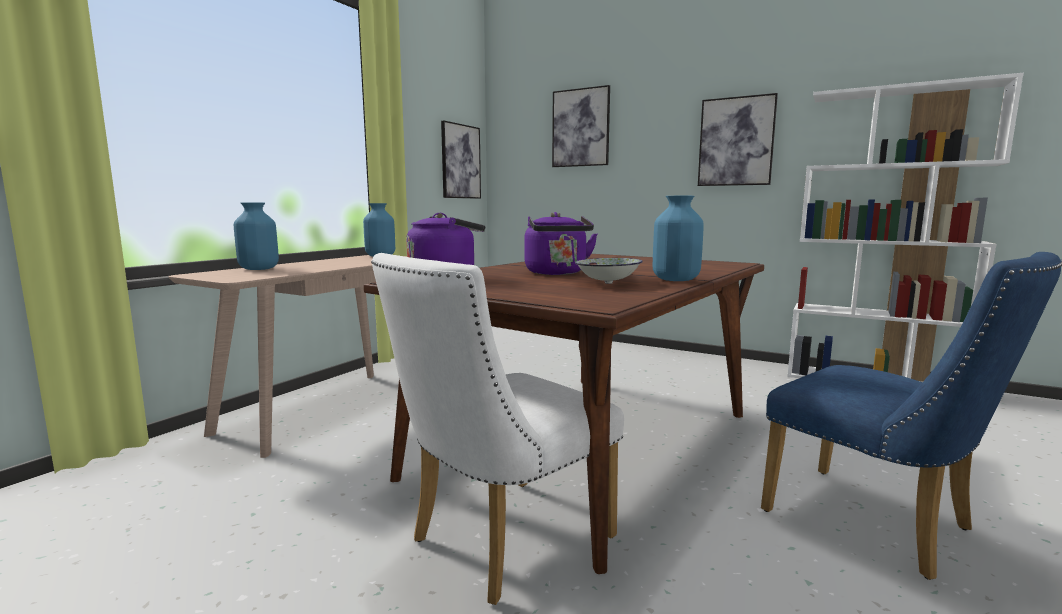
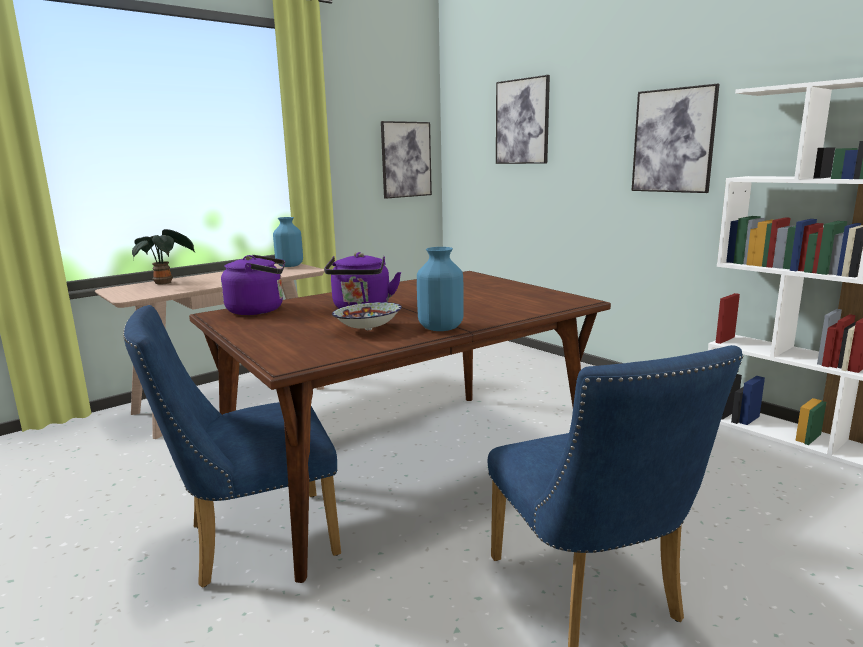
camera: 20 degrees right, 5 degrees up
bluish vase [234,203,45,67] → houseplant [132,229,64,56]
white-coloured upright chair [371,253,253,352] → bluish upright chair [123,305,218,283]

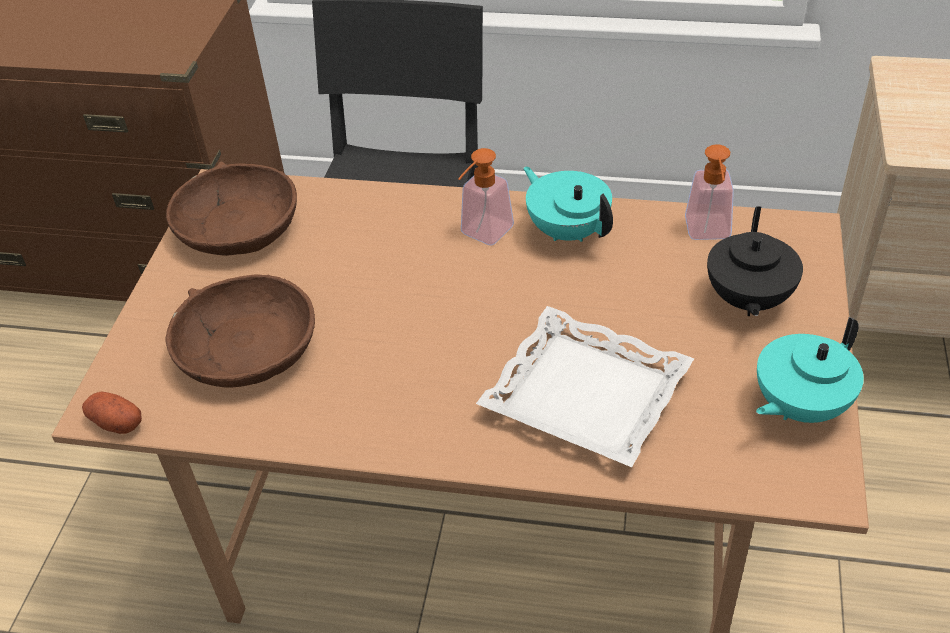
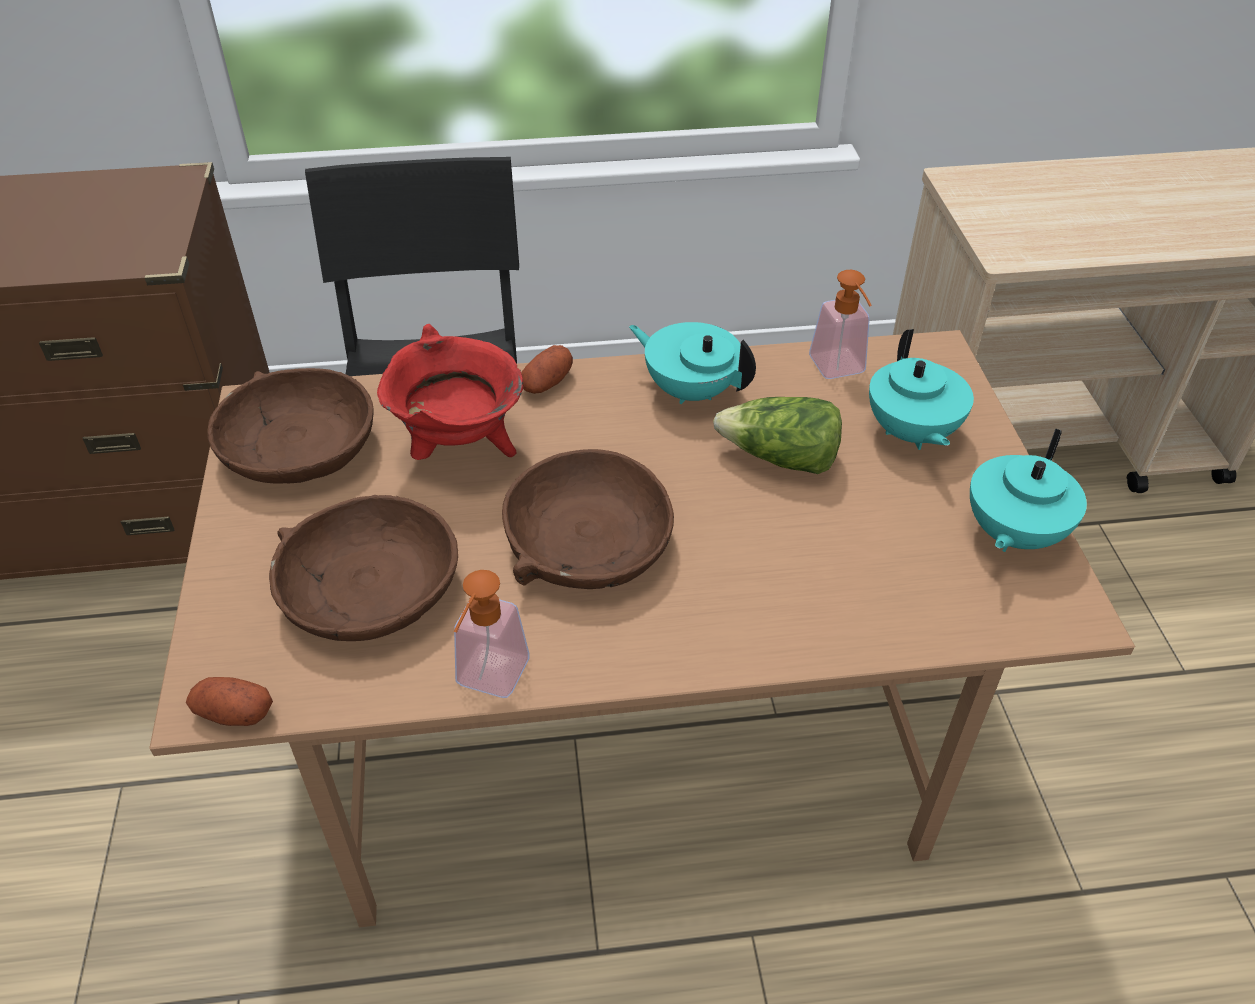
camera: 20 degrees left, 0 degrees up
soap bottle [458,148,56,98] → soap bottle [454,570,75,128], relocated
white-coloured carrying tray [476,306,218,161] → -
blackish pot for tea [707,206,96,110] → blue-green pot for tea [869,329,105,121]
- → reddish stockpot [377,324,146,136]
- → brownish serving bowl [502,449,172,140]
- → potato [521,345,52,49]
- → lettuce [713,397,129,77]

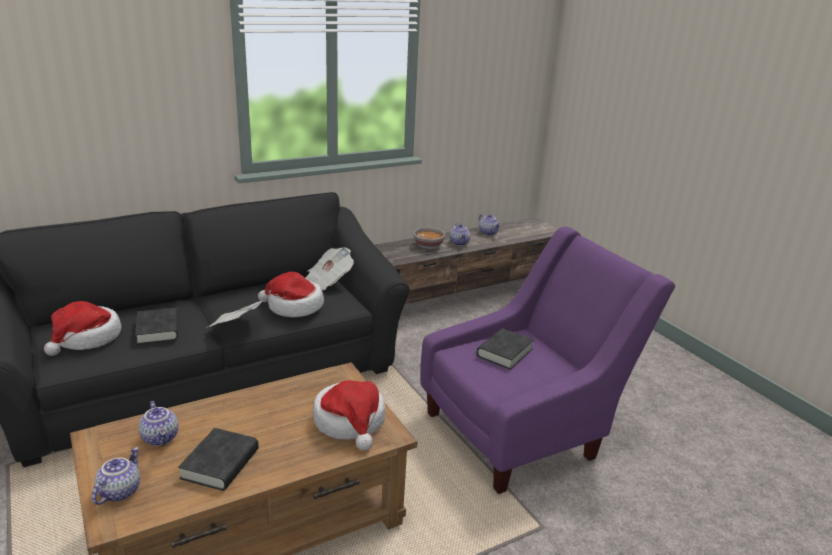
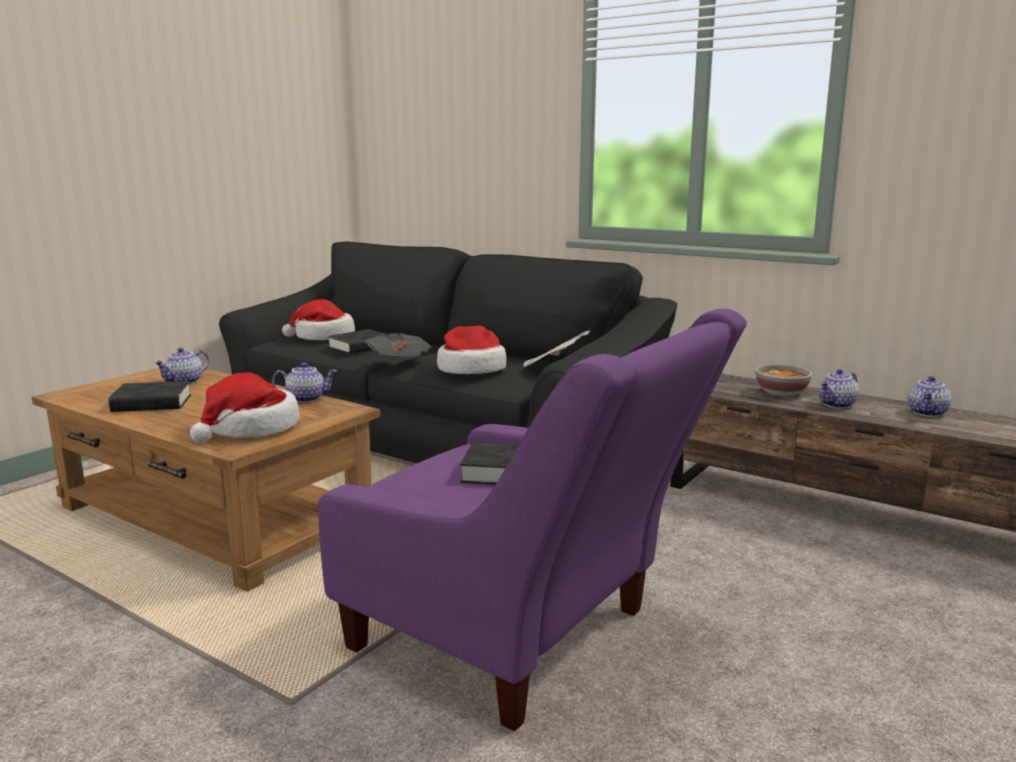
camera: 65 degrees right, 10 degrees down
pot for tea [91,447,49,58] → pot for tea [272,362,65,41], relocated

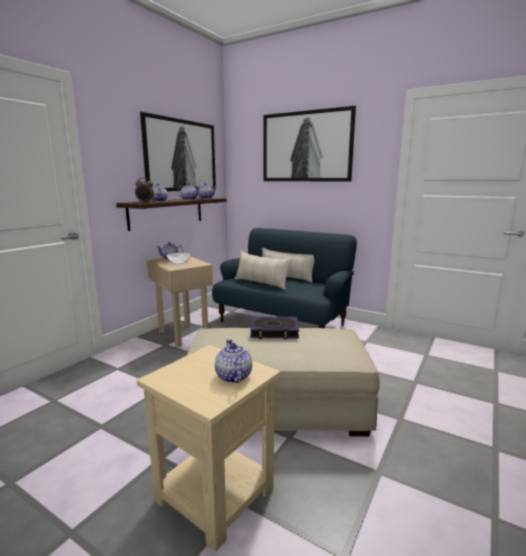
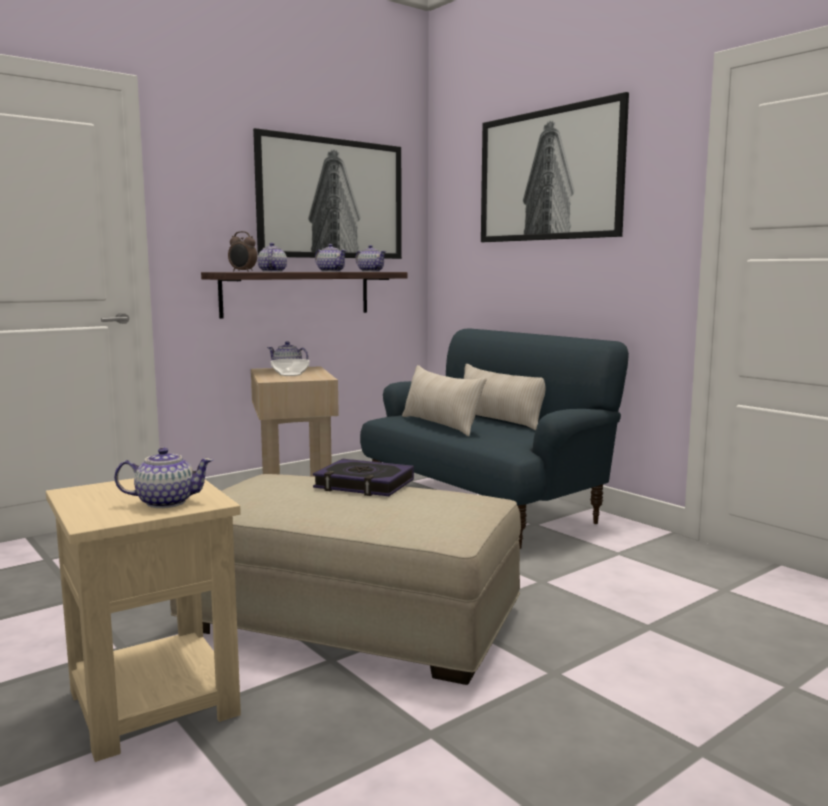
camera: 20 degrees right, 5 degrees down
pot for tea [215,339,37,44] → pot for tea [114,448,99,60], 75 degrees clockwise

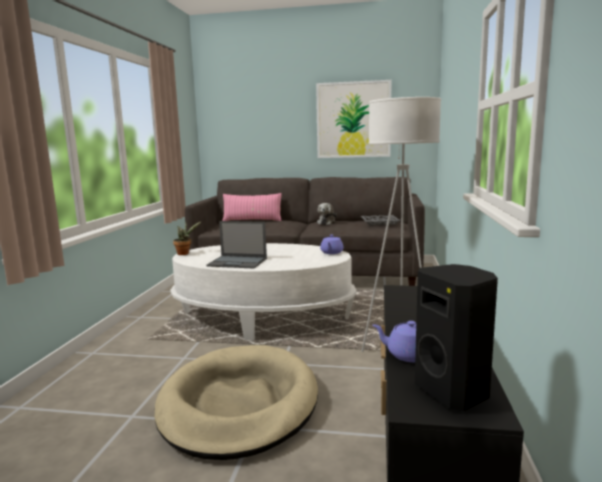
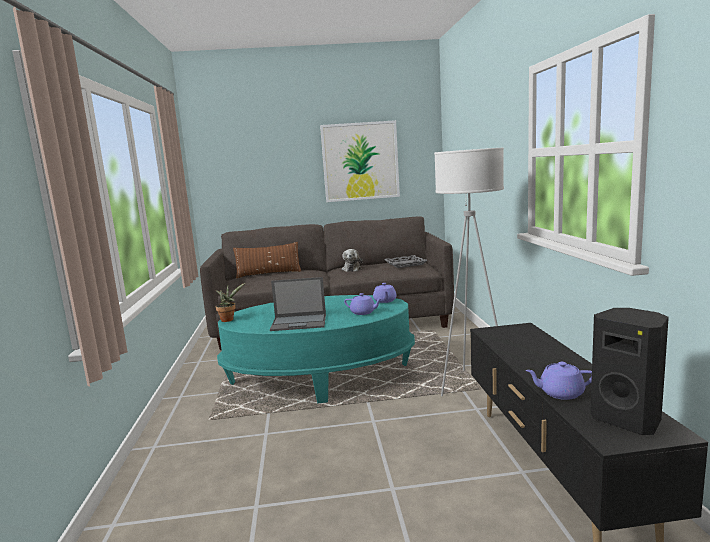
camera: 15 degrees left, 0 degrees up
beige pet bed [154,345,164,115] → -
white-coloured lounge table [170,243,187,97] → blue-green lounge table [217,295,198,108]
pinkish cushion [222,193,60,28] → brownish cushion [233,242,68,36]
- → purple pot for tea [344,293,38,22]

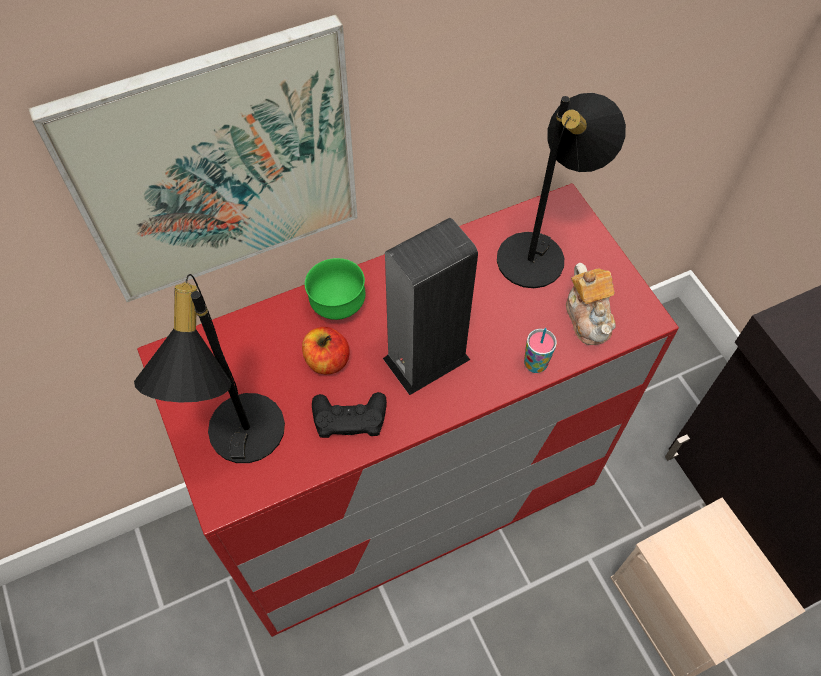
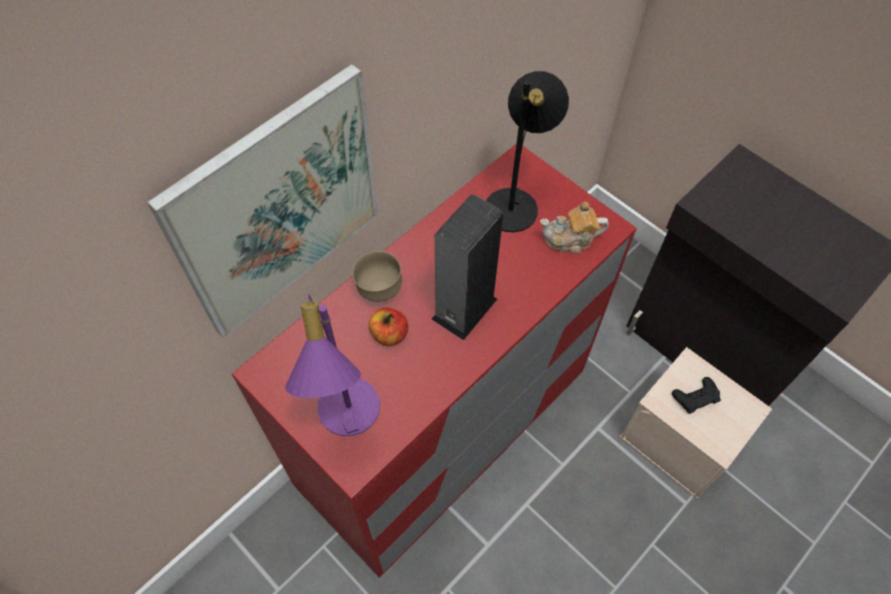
camera: 20 degrees left, 0 degrees up
blackish lamp for a table [134,274,151,189] → purple lamp for a table [285,294,95,142]
green-coloured serving bowl [305,258,60,62] → brownish serving bowl [352,251,50,51]
blackish joypad [312,392,75,46] → blackish joypad [672,377,49,37], relocated
drinking cup [524,328,33,45] → -
pot for tea [566,263,50,82] → pot for tea [540,202,69,52], 120 degrees clockwise

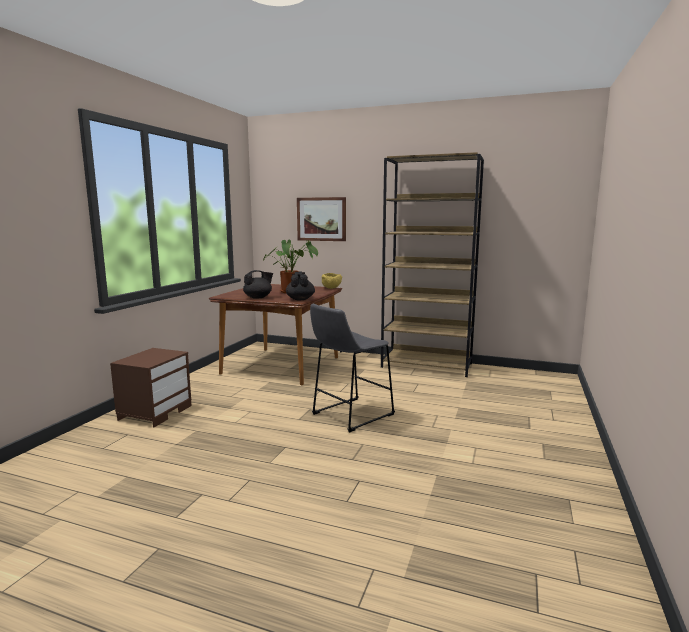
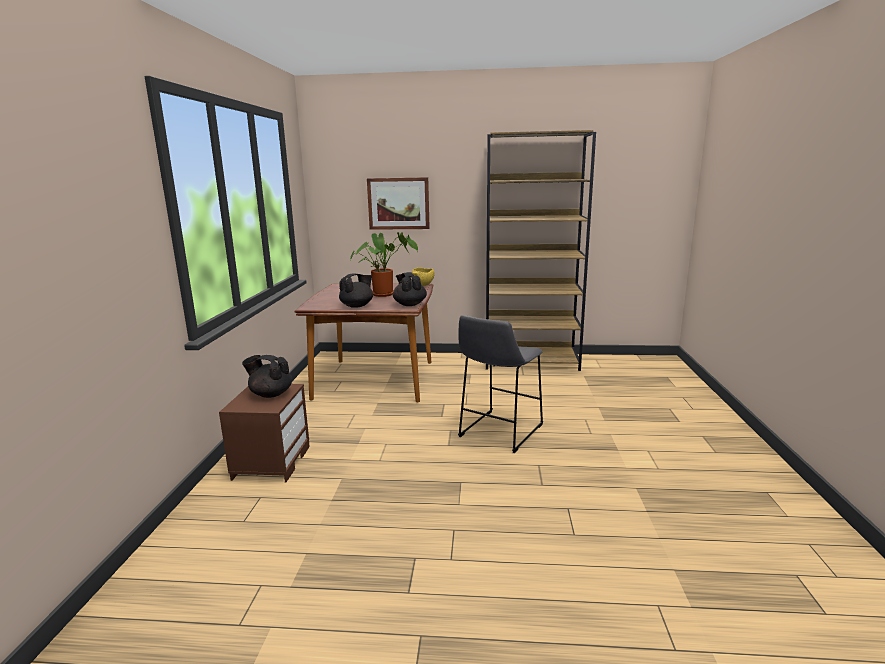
camera: 15 degrees left, 5 degrees up
- → blackish pot for tea [242,355,50,43]

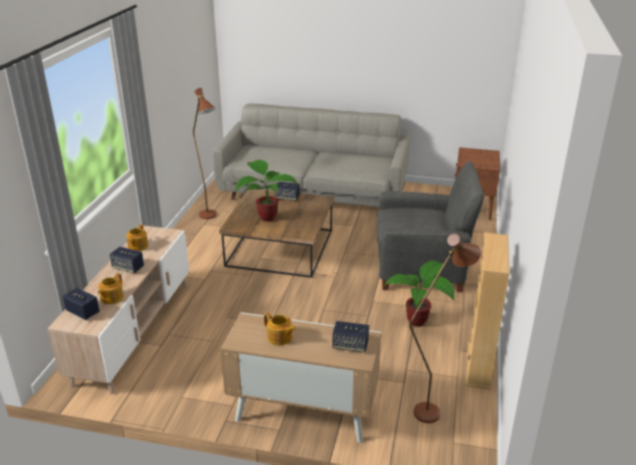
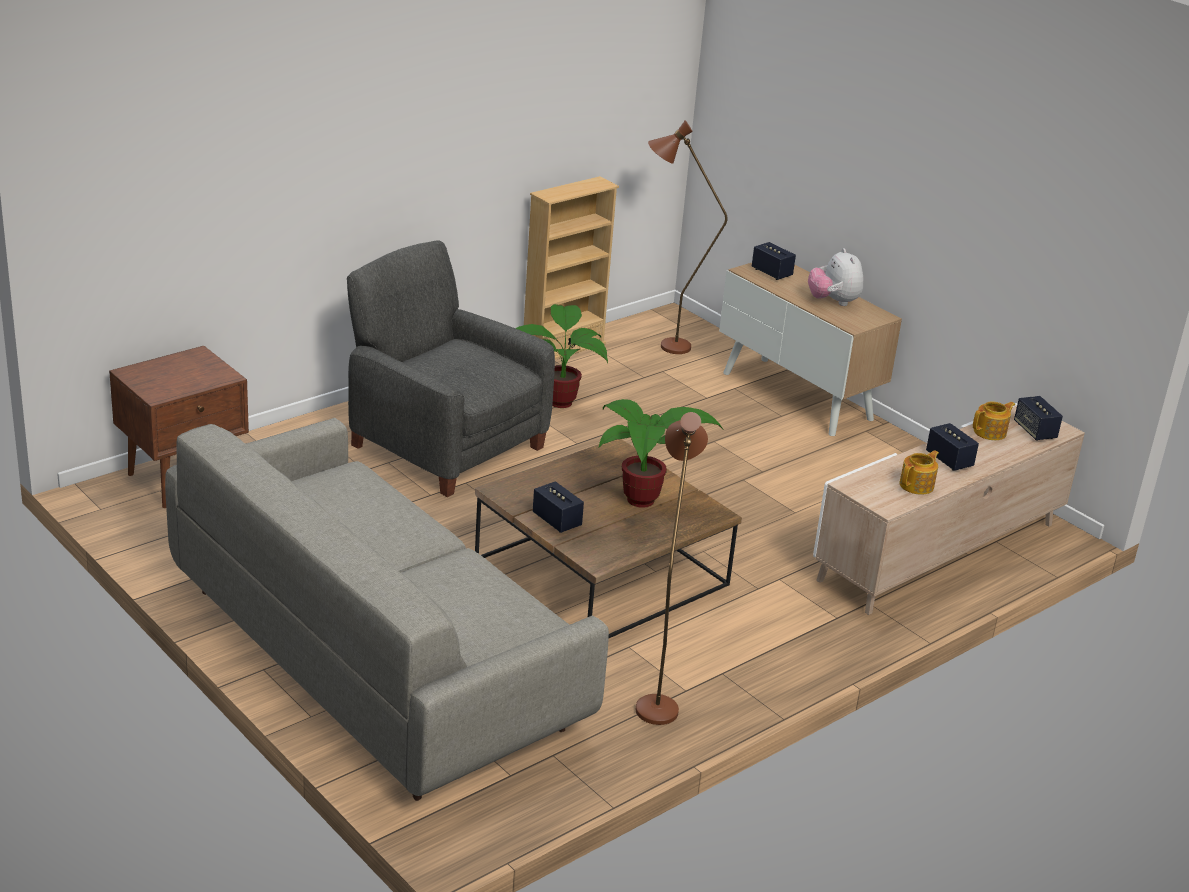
camera: 145 degrees left, 0 degrees up
pot for tea [264,313,32,33] → cuddly toy [808,248,56,58]

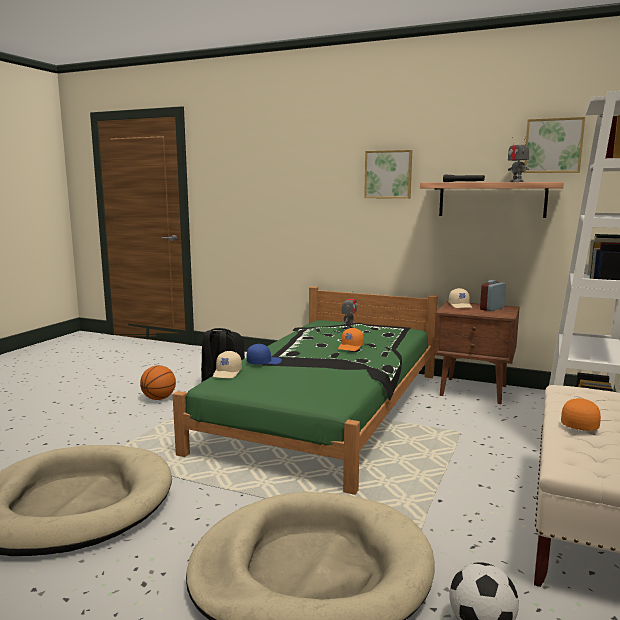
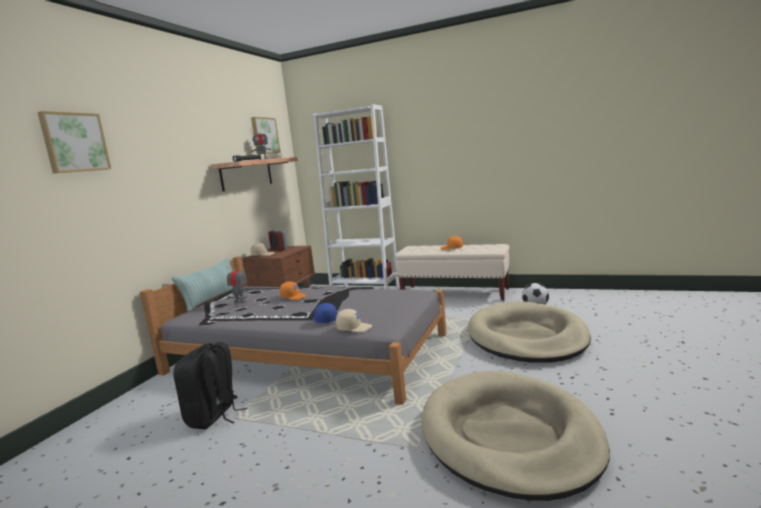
camera: 90 degrees left, 0 degrees up
basketball [140,365,36,35] → -
green-coloured sleeping bed [173,286,265,209] → gray sleeping bed [140,256,306,149]
wall art [364,150,48,49] → wall art [37,111,74,62], relocated
- → cushion [172,257,61,55]

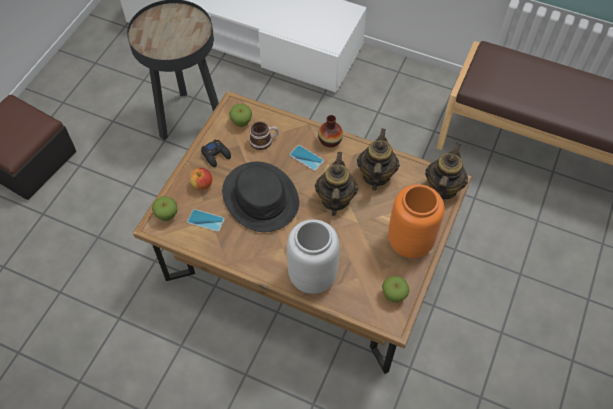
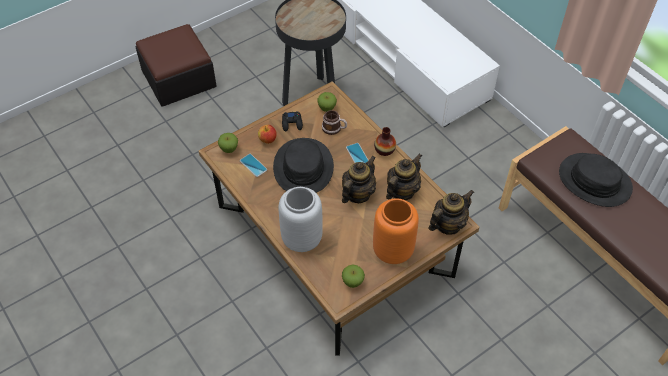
camera: 30 degrees right, 5 degrees down
- → blackish wearable hat [559,153,74,54]

